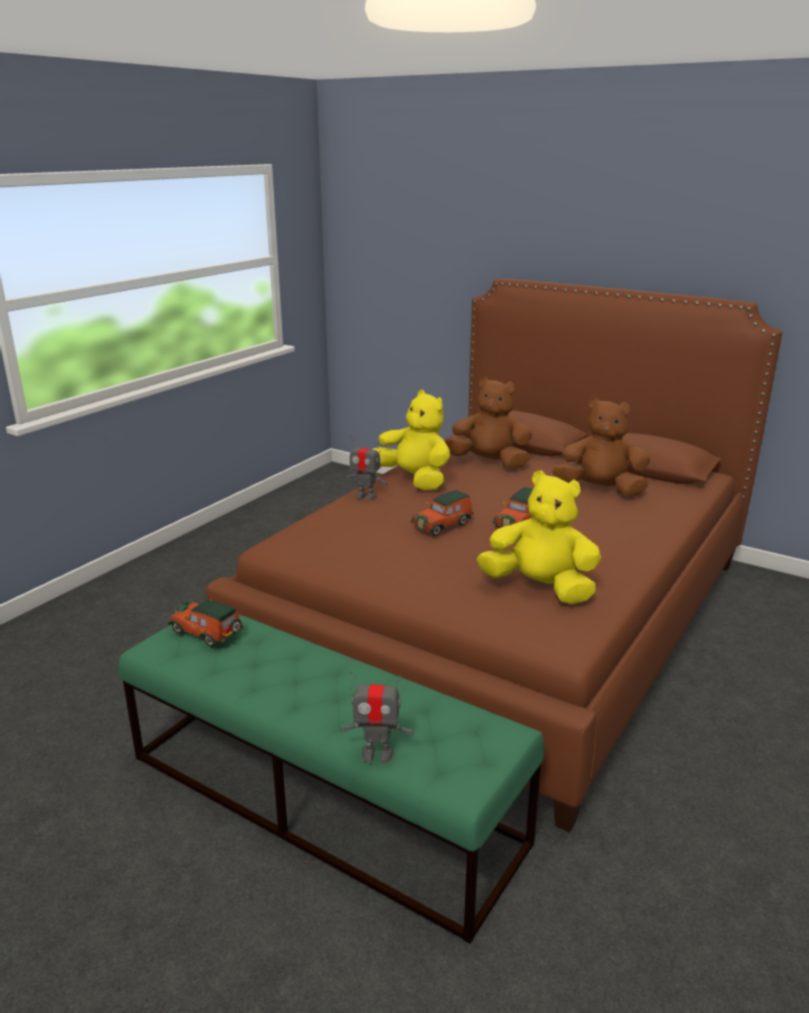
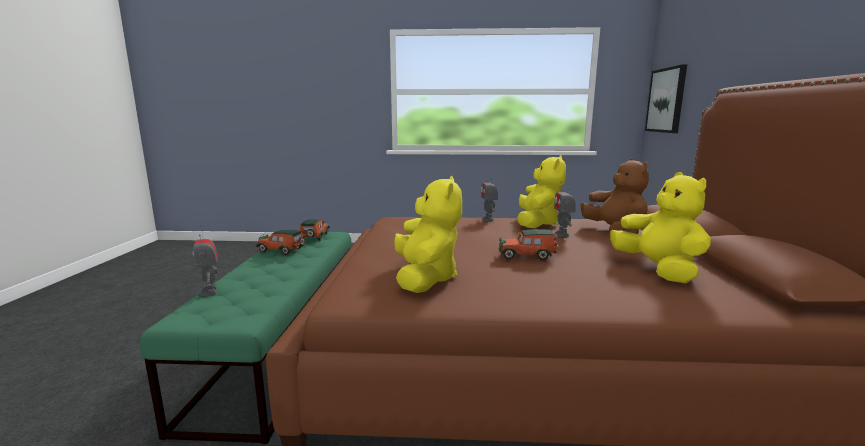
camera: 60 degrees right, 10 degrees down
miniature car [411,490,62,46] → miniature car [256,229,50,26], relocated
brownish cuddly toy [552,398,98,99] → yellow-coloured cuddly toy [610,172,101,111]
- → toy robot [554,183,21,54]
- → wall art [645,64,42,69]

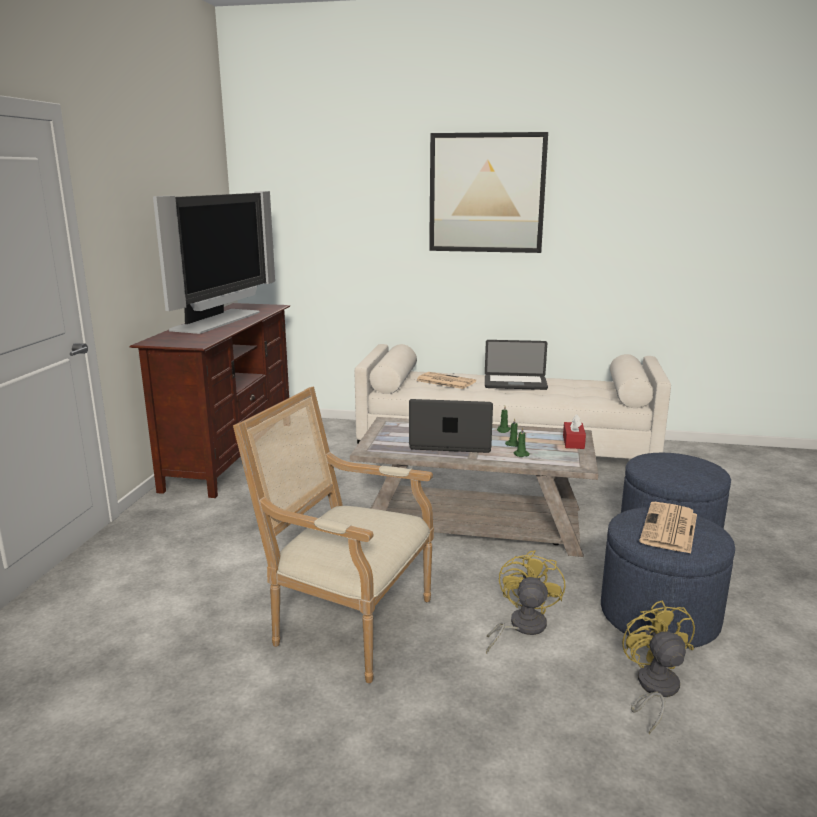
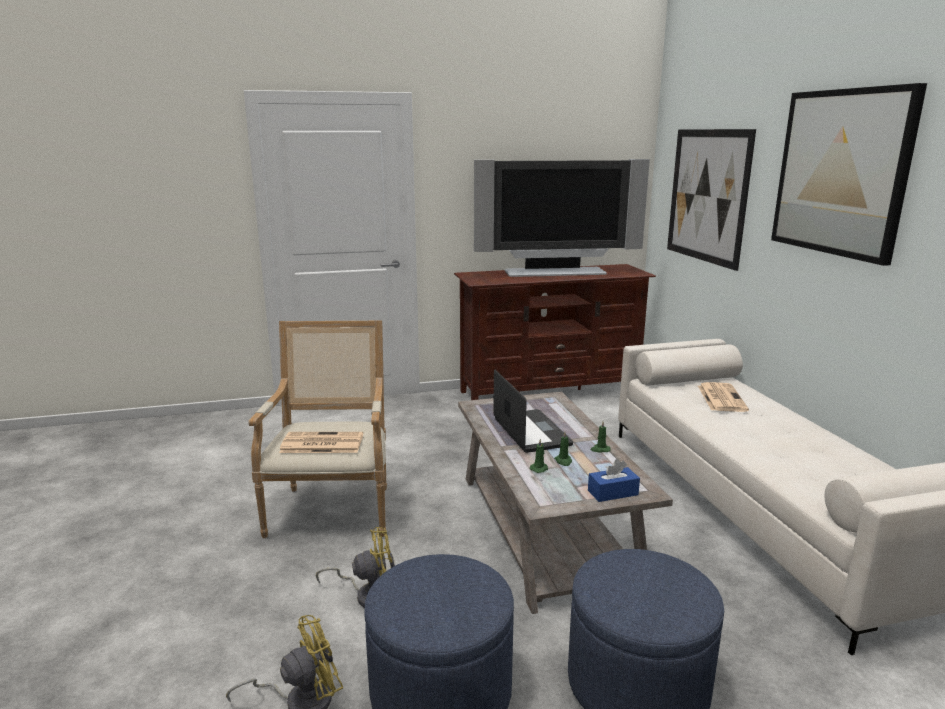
camera: 65 degrees right, 0 degrees up
portable computer [485,340,63,50] → -
reddish tissue holder [563,414,23,35] → bluish tissue holder [588,459,52,43]
printed paper [639,502,58,52] → printed paper [279,432,84,21], relocated
- → wall art [667,129,89,142]

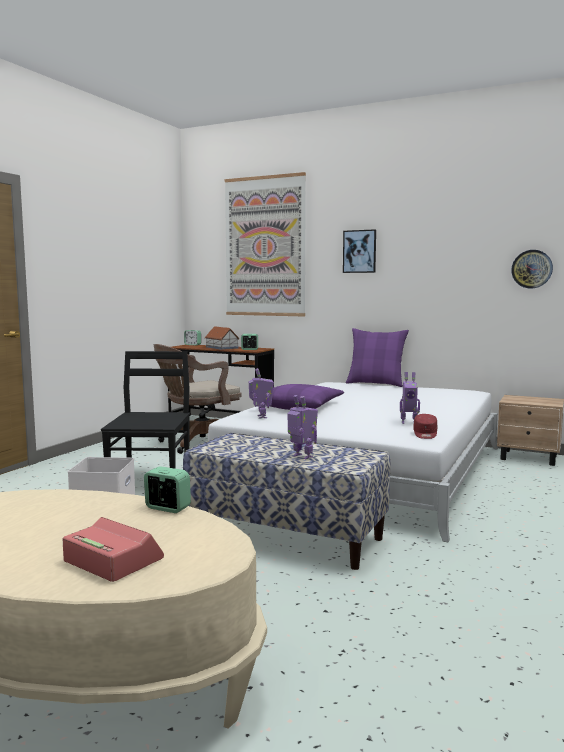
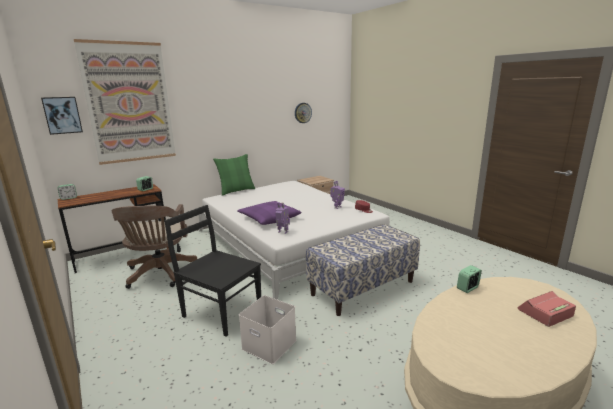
camera: 60 degrees left, 10 degrees up
toy house [205,326,35,24] → -
toy robot [288,395,30,64] → -
wall art [343,229,33,44] → wall art [41,97,42,38], relocated
purple cushion [346,328,63,59] → green-coloured cushion [213,154,42,42]

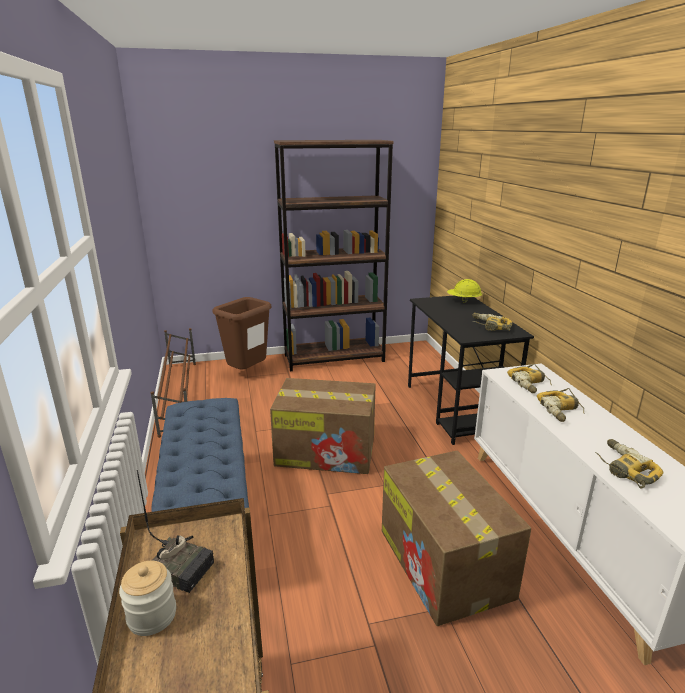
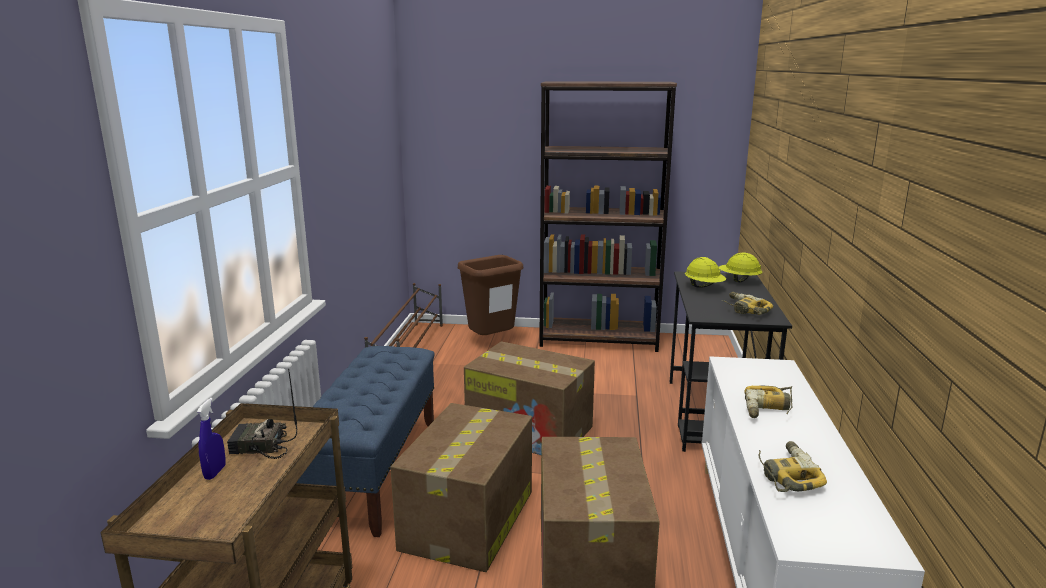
camera: 20 degrees right, 5 degrees down
jar [119,561,57,75] → bluish spray bottle [197,398,29,82]
radio receiver [137,470,77,123] → radio receiver [227,369,70,90], 135 degrees clockwise
electric drill [507,364,45,29] → -
- → packing box [390,403,142,169]
- → yellow-coloured work helmet [685,257,41,31]

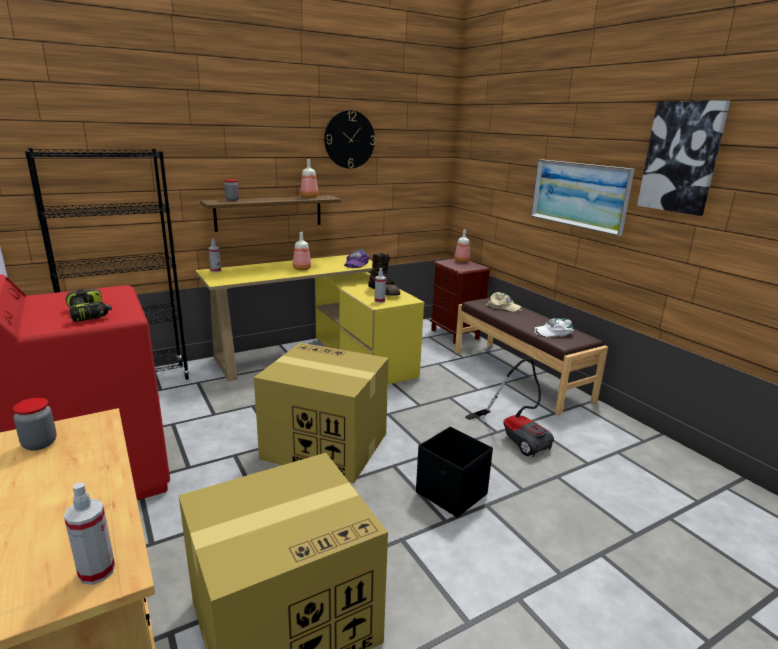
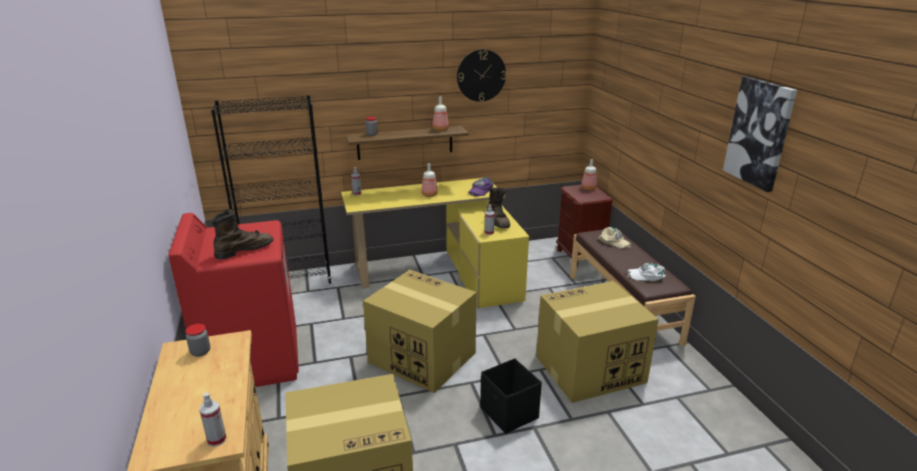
camera: 15 degrees right, 5 degrees up
electric drill [66,289,46,33] → brownish high-top boot [210,209,63,50]
hoover [465,358,89,99] → packing box [536,281,123,122]
wall art [531,159,104,77] → -

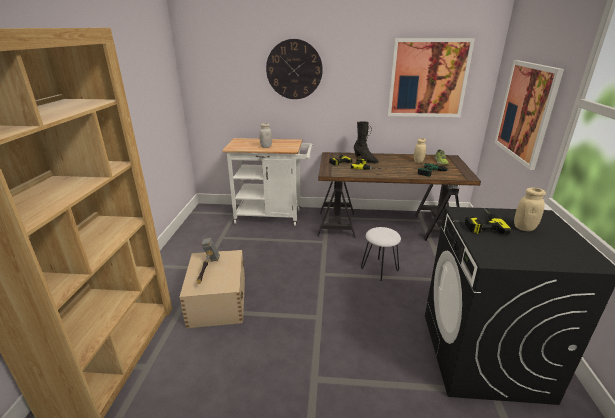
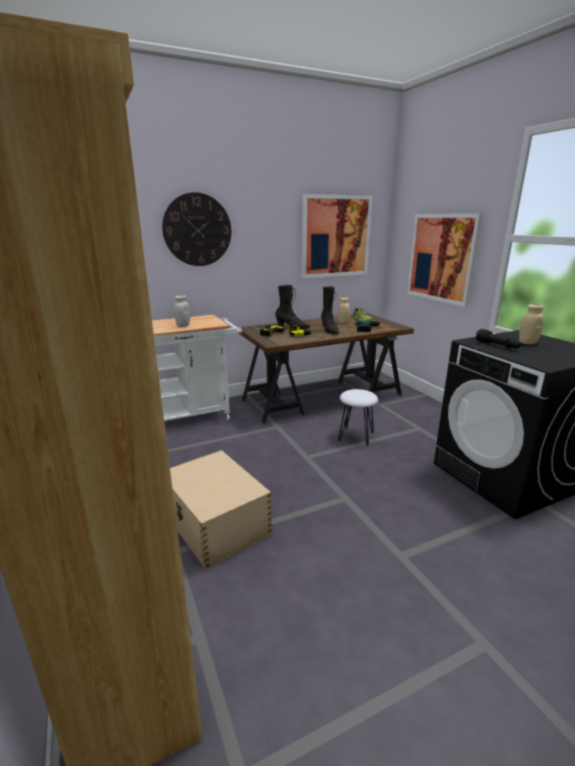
camera: 30 degrees left, 5 degrees down
hammer [196,238,24,46] → -
electric drill [464,208,47,27] → blackish hand torch [476,329,45,20]
- → blackish high-top boot [321,287,18,47]

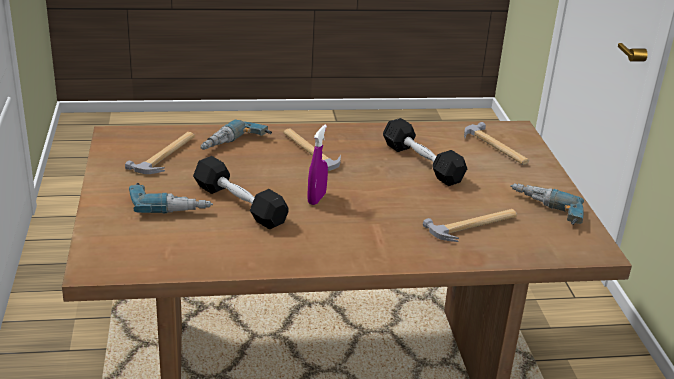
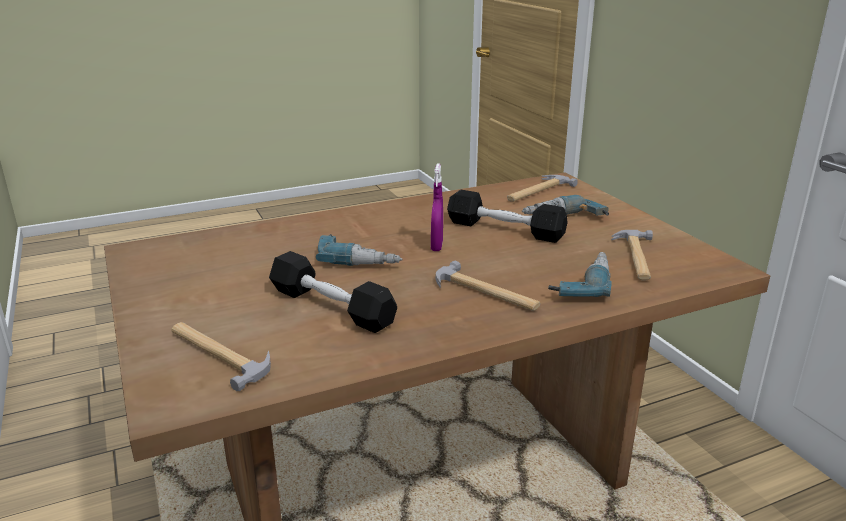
camera: 165 degrees right, 5 degrees down
hammer [423,209,94,33] → hammer [507,175,71,27], relocated
electric drill [510,183,74,42] → electric drill [316,234,87,32], relocated

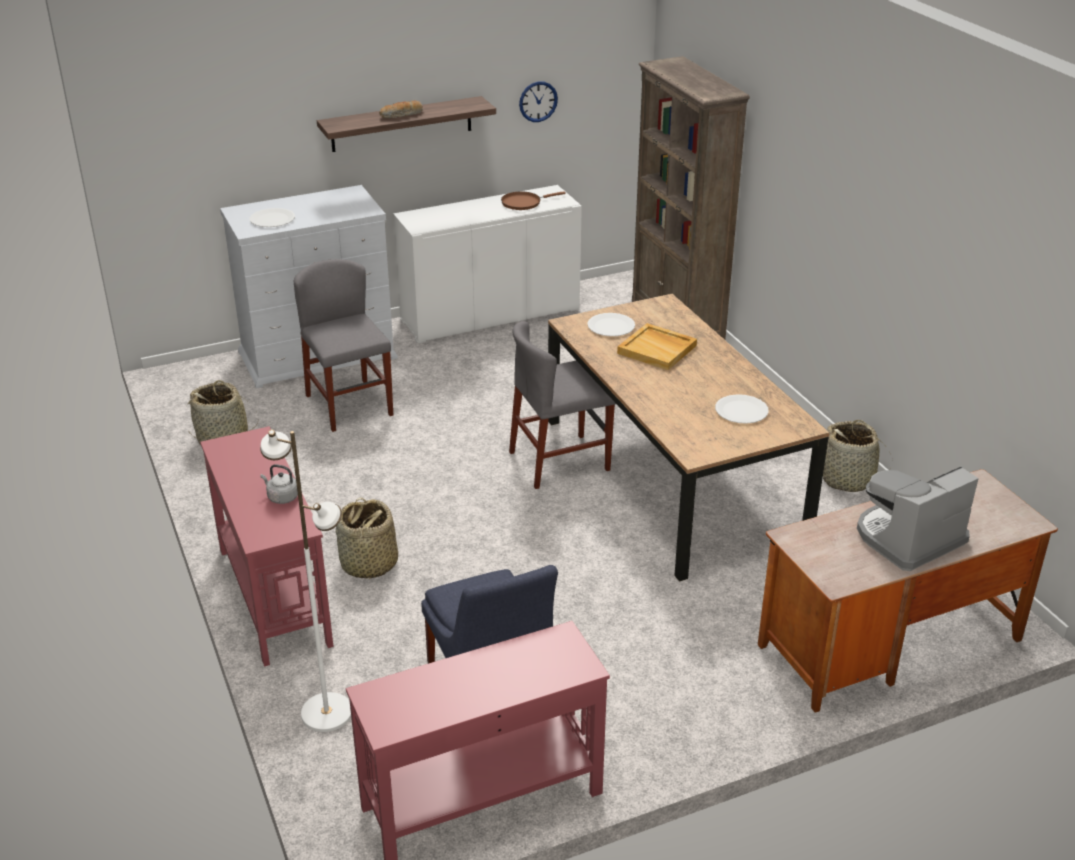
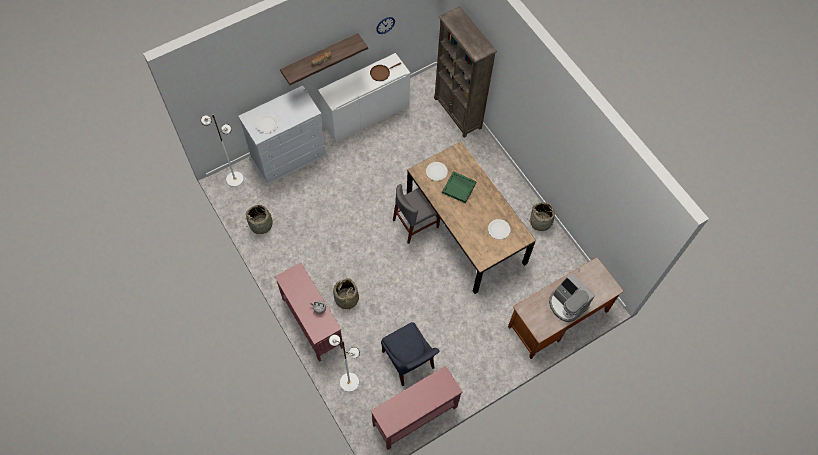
camera: 10 degrees left, 30 degrees up
gray upright chair [294,259,99,173] → -
beige carrying tray [617,323,80,47] → green-coloured carrying tray [442,171,35,32]
coffee brewer [857,466,122,105] → coffee brewer [549,273,46,49], 90 degrees counterclockwise
- → white-coloured standing lamp [201,114,43,73]

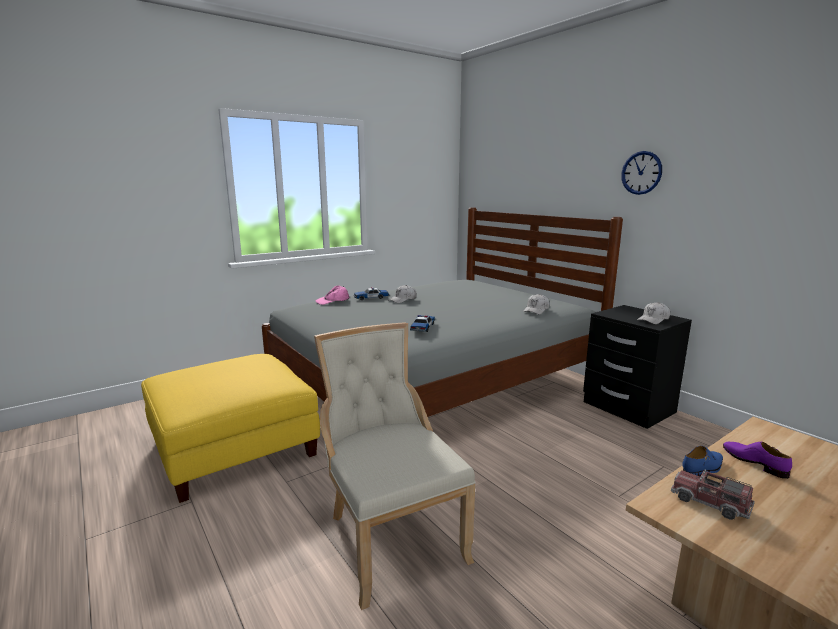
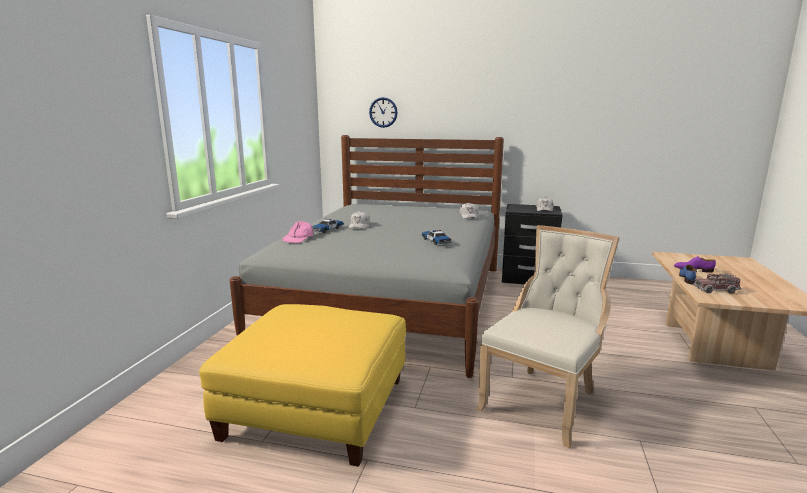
camera: 40 degrees left, 0 degrees up
beige upright chair [314,323,162,287] → beige upright chair [476,225,143,223], 105 degrees clockwise
clock on the wall [621,151,41,44] → clock on the wall [369,97,29,31], relocated

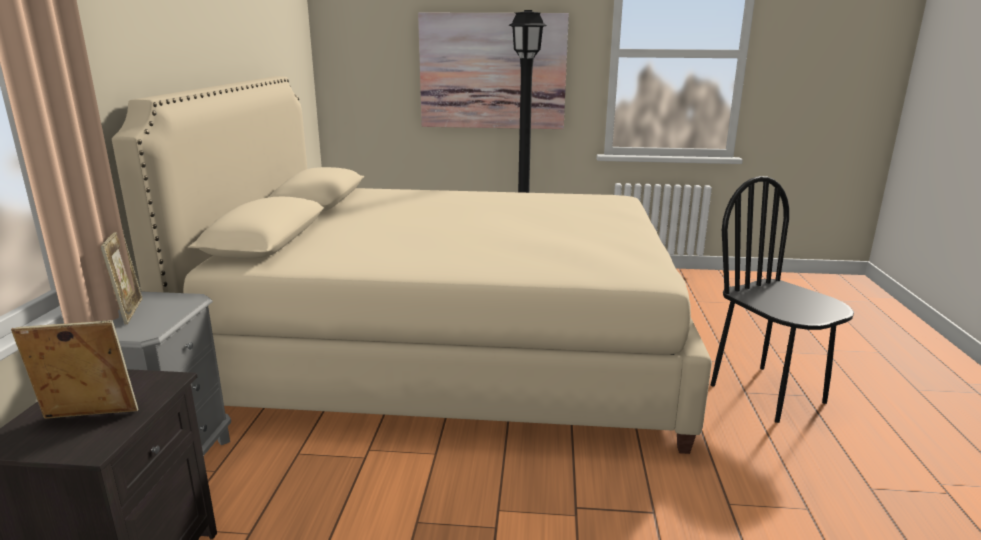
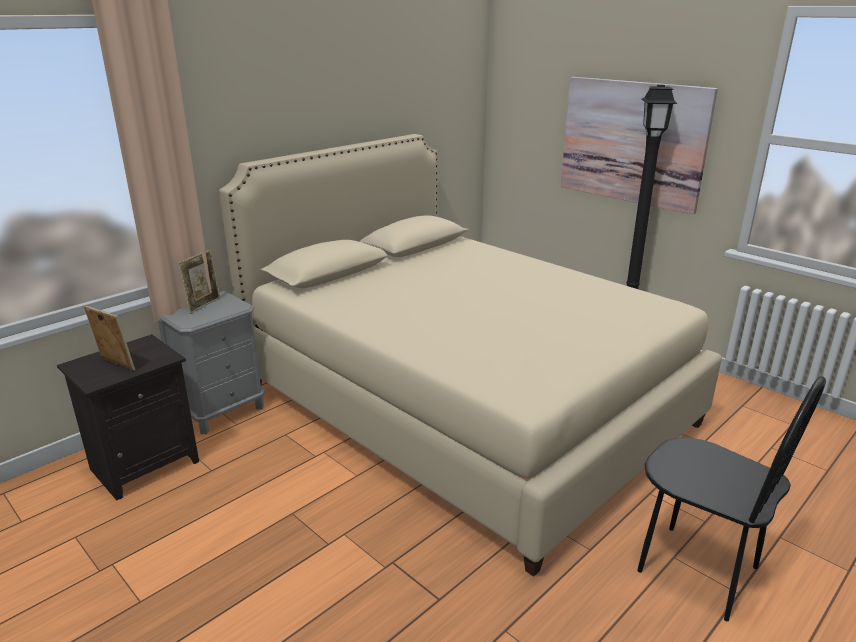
camera: 40 degrees right, 5 degrees up
blackish upright chair [711,176,143,247] → blackish upright chair [637,376,189,245], 120 degrees clockwise

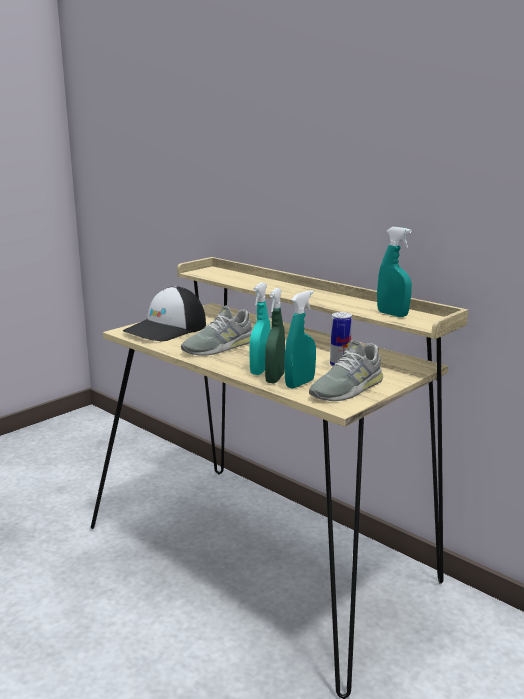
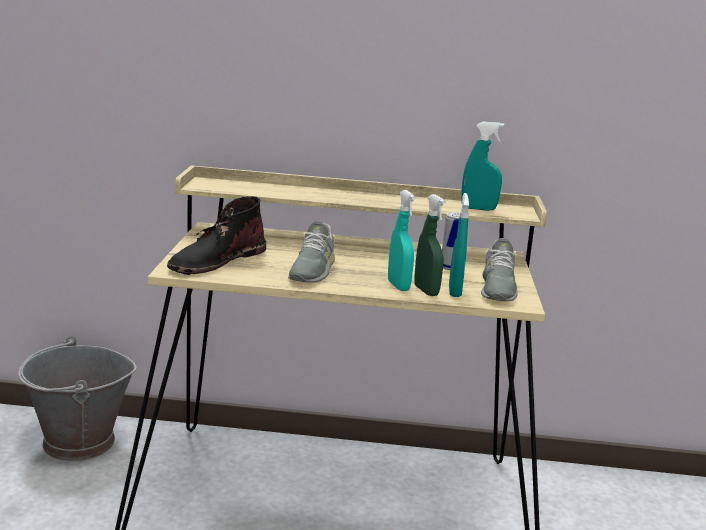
camera: 40 degrees left, 0 degrees up
cap [123,286,83,56] → blackish high-top boot [167,196,99,79]
- → gray water bucket [18,336,119,125]

